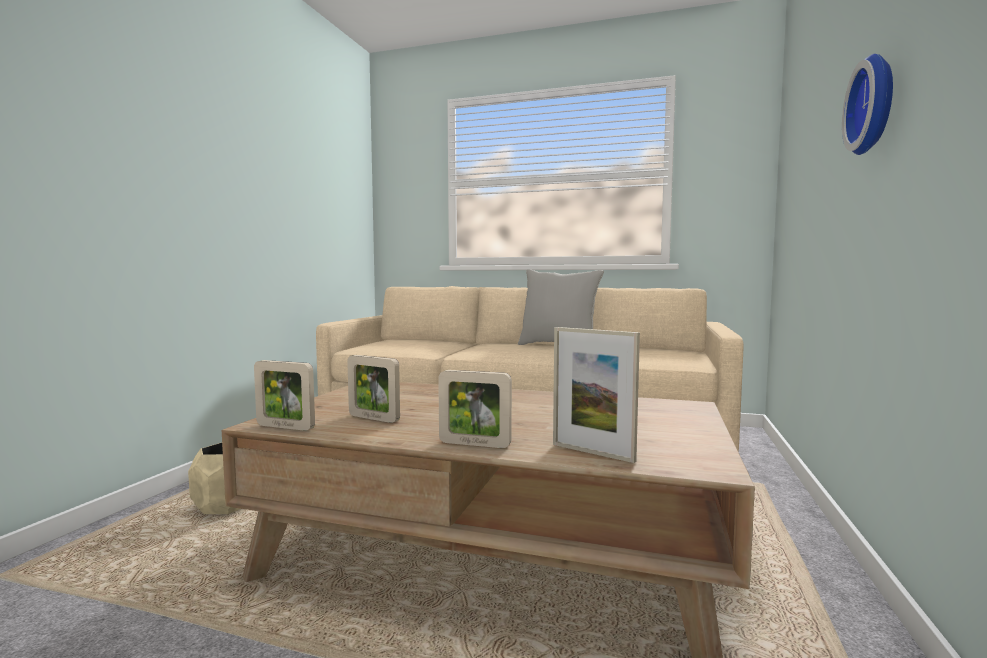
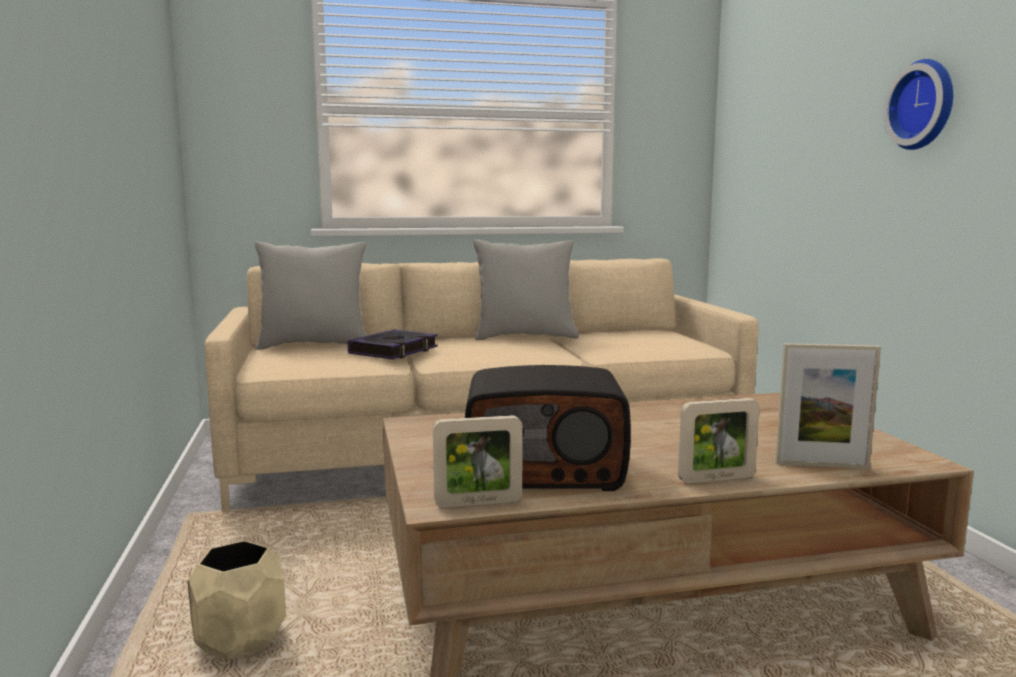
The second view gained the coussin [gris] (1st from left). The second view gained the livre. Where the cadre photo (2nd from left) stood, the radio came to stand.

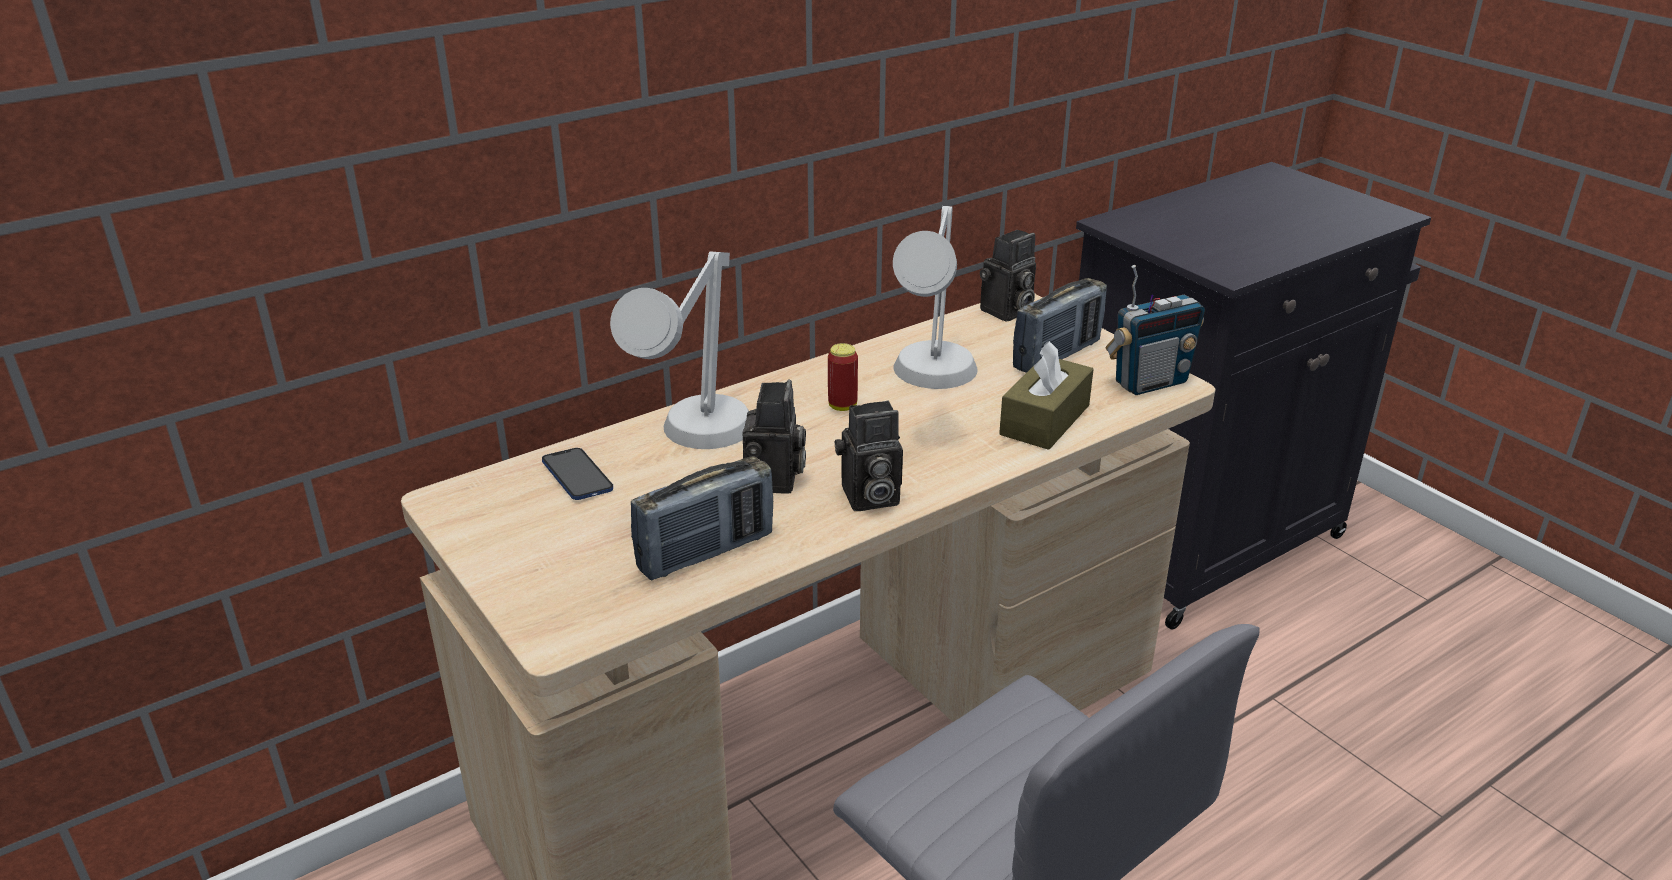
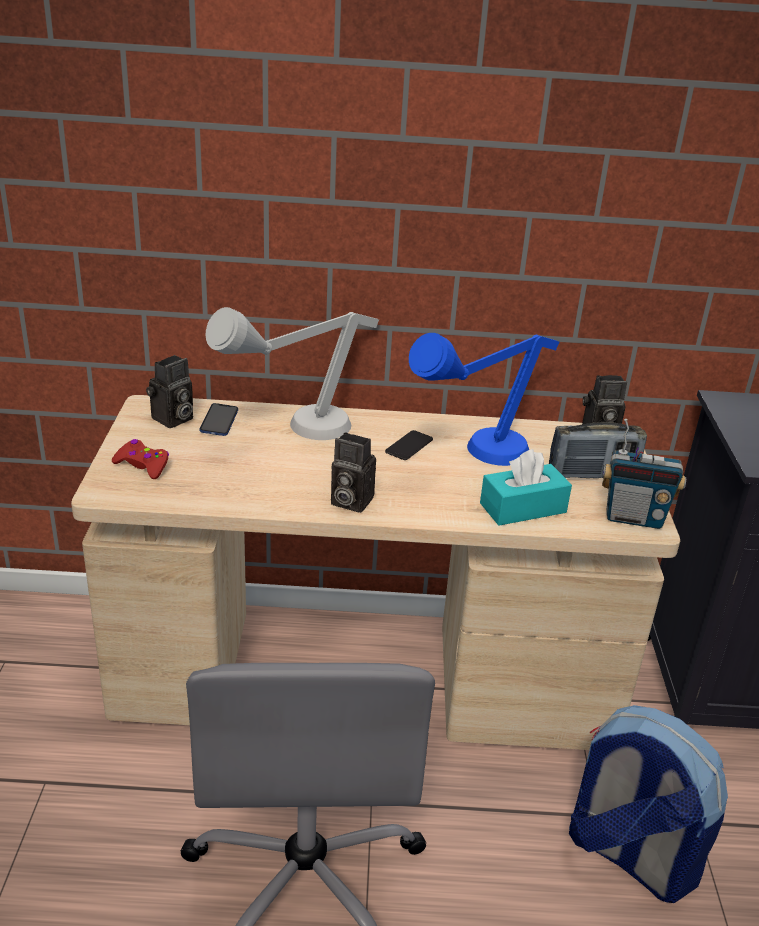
The second view gained the manette [rouge]. The appareil photo (1st from left) ended up elsewhere. Where the boîte métallique stood, the téléphone (2nd from left) came to stand. What was the lampe de table [gris] (2nd from left) turned into the lampe de table [bleu]. What was the boîte à mouchoirs [marron] turned into the boîte à mouchoirs [turquoise]. The second view gained the sac à dos. The second view lost the radio (1st from left).

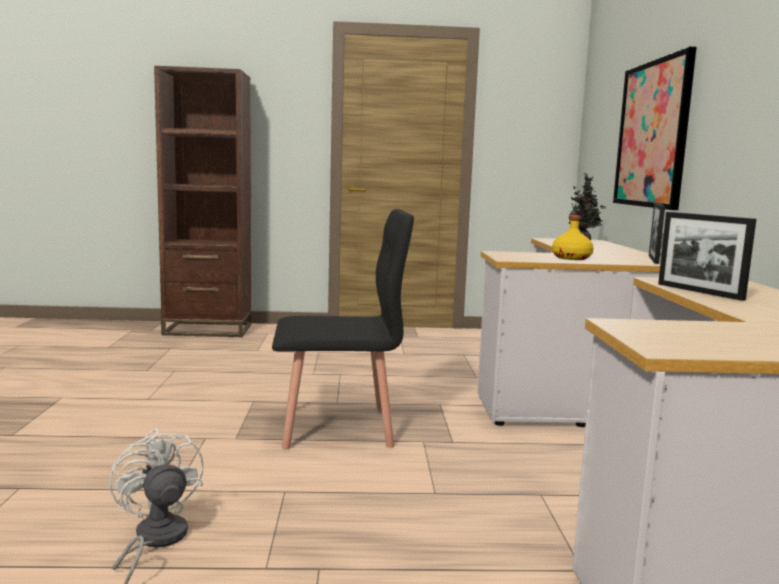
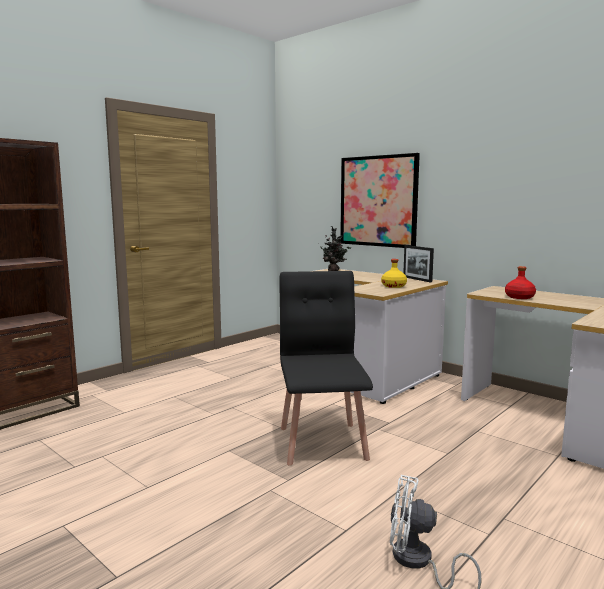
The chaise [noir] ended up facing another way, 45 degrees counterclockwise from before. Where the cadre photo (2nd from left) stood, the bouteille [rouge] came to stand.

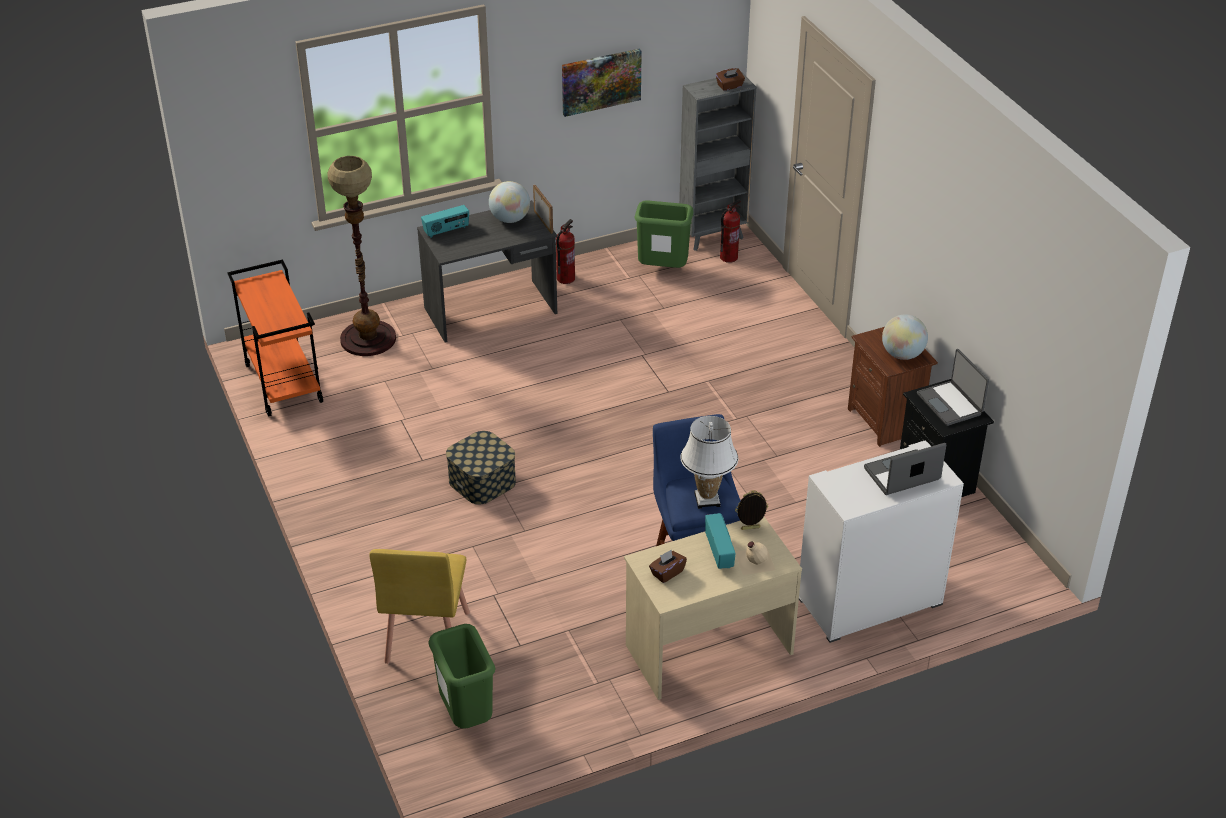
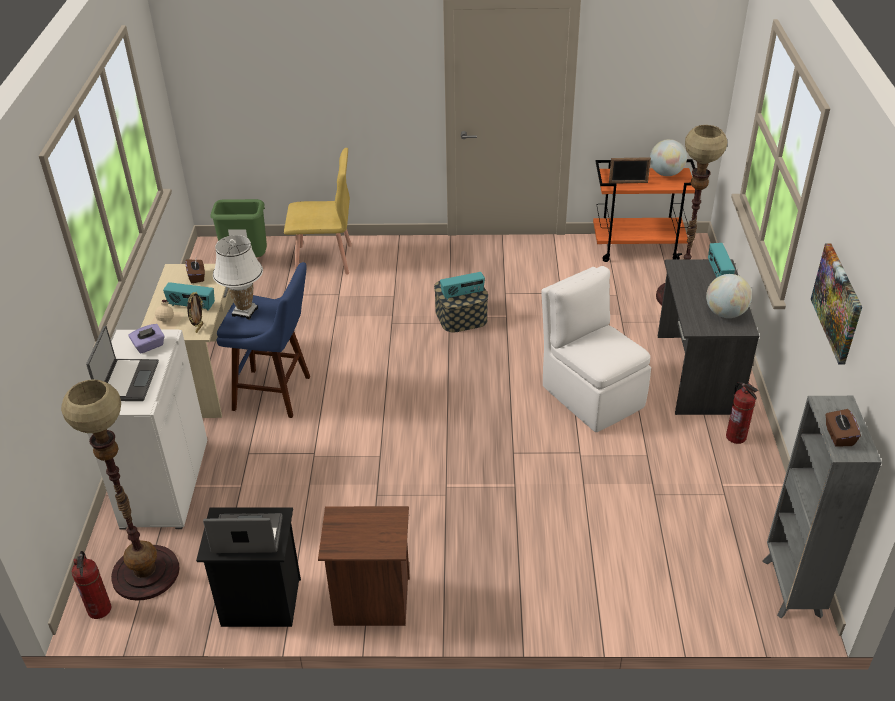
The second view gained the lampadaire (1st from left). The extincteur (2nd from left in the first image) ended up elsewhere. The second view gained the boîte à mouchoirs [violet]. The chaise [jaune] ended up facing another way, 150 degrees clockwise from before. The second view gained the radio (2nd from left). The second view gained the chaise [blanc]. The cadre photo (1st from left in the first image) ended up elsewhere. The globe (2nd from left in the first image) ended up elsewhere. The second view lost the poubelle [vert] (2nd from left).

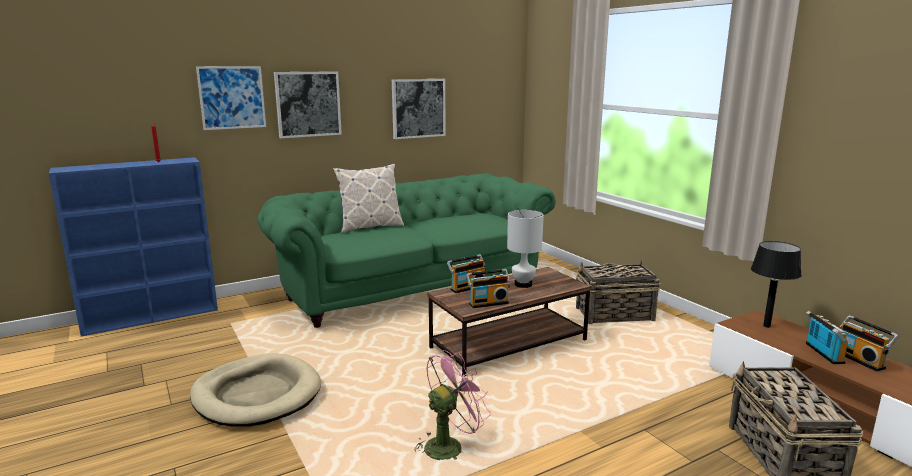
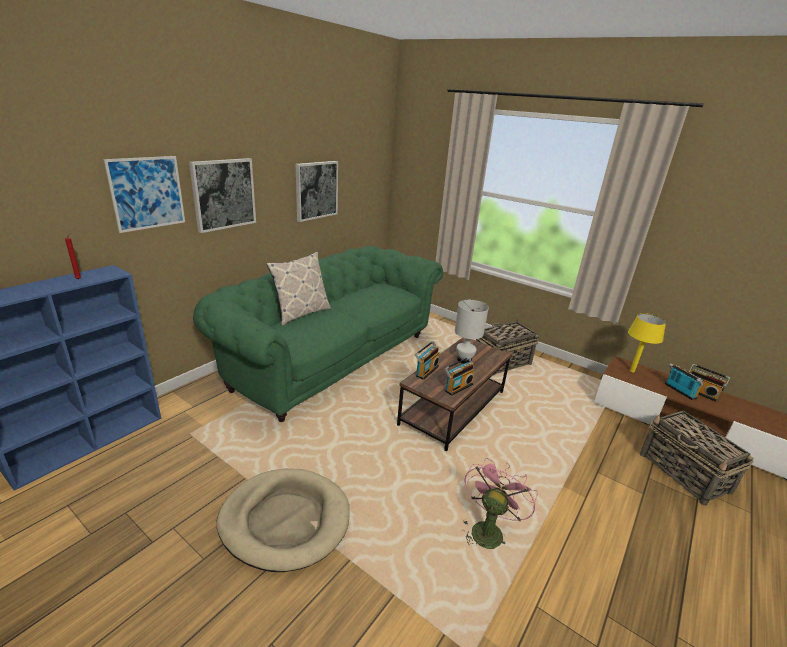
What was the lampe de table [noir] turned into the lampe de table [jaune].

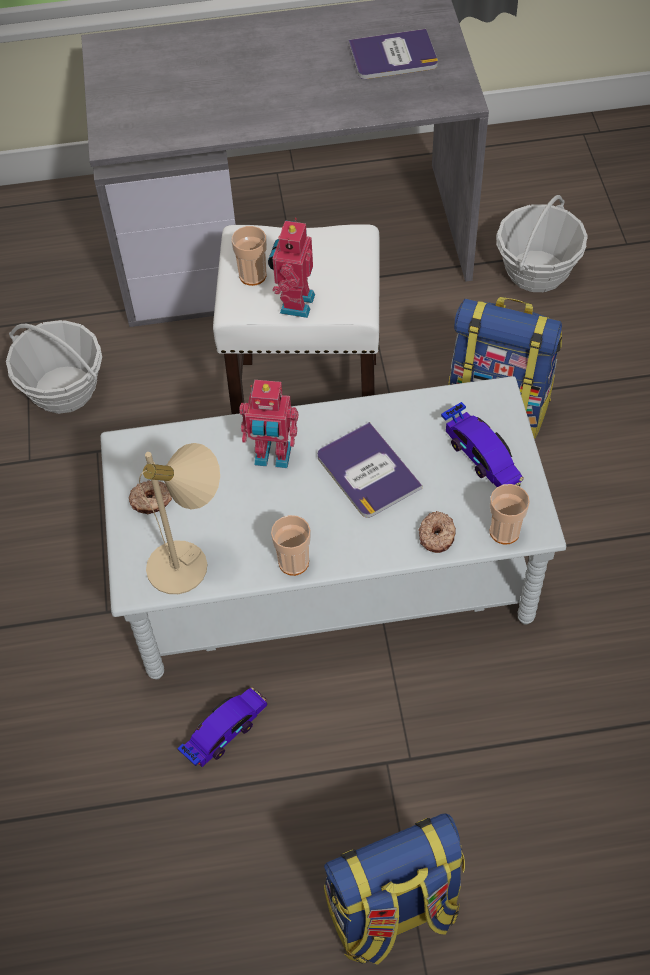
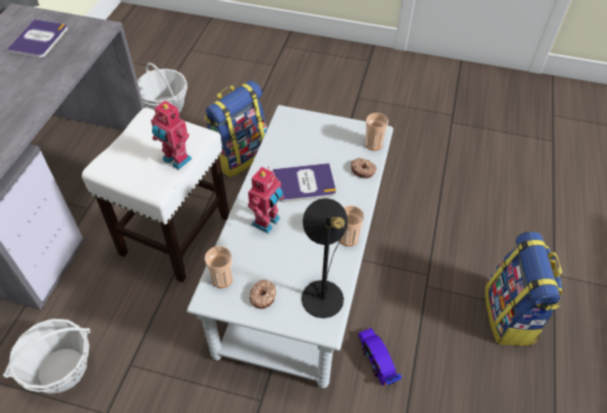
The tasse (1st from left) ended up elsewhere. What was the lampe de table [beige] turned into the lampe de table [noir]. The second view lost the petite voiture (2nd from left).

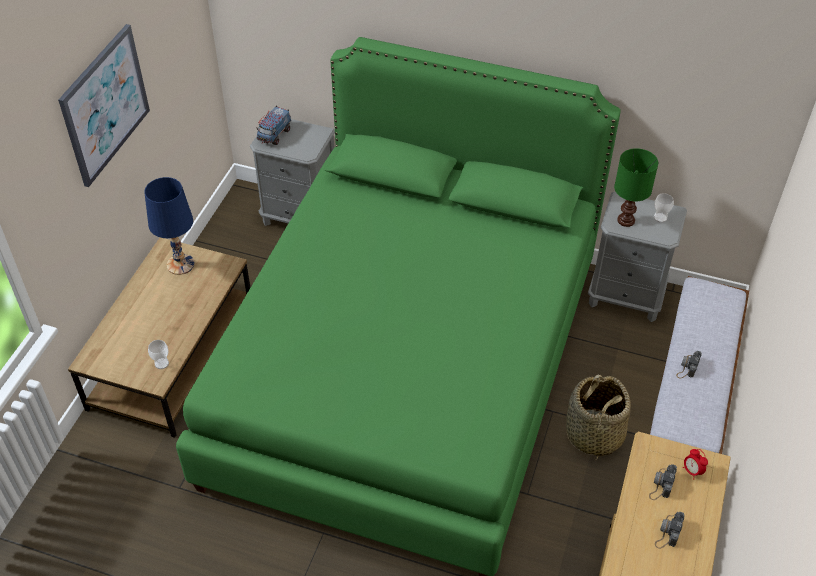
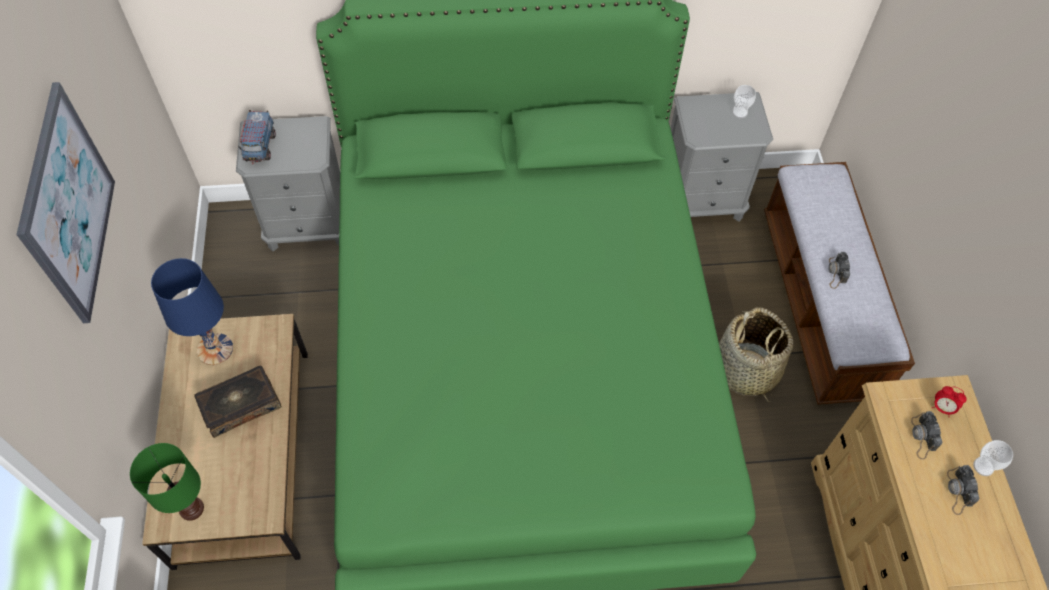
The lampe de table [vert] ended up elsewhere. The second view gained the livre. The tasse (1st from left in the first image) ended up elsewhere.

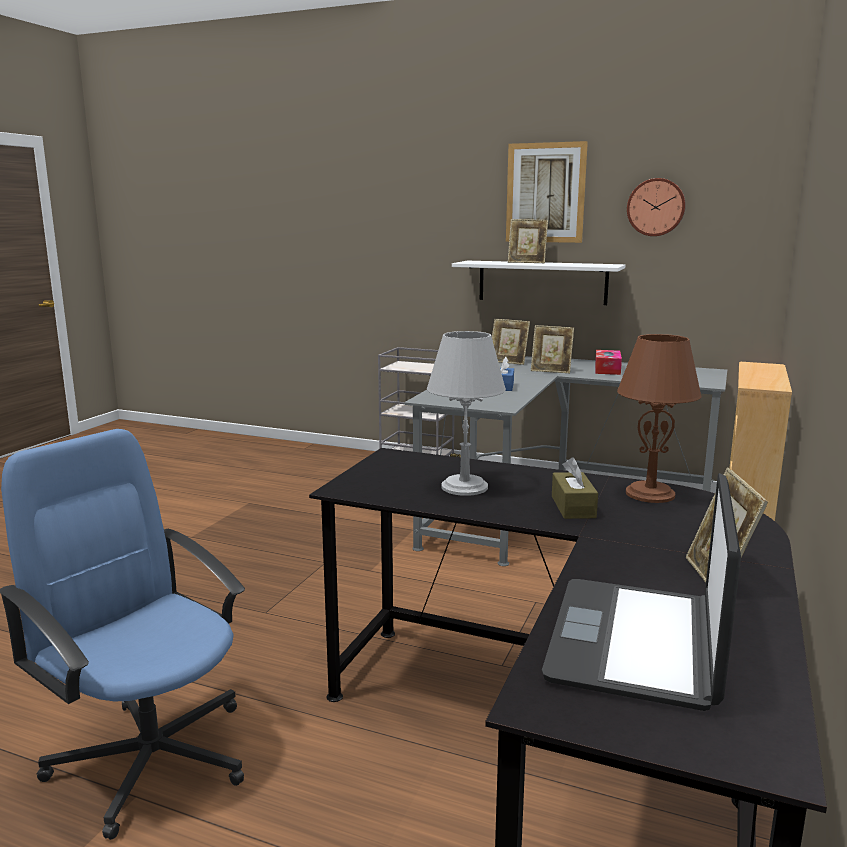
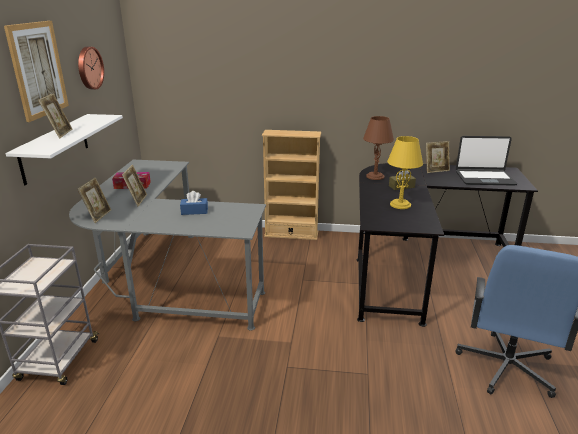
What was the lampe de table [gris] turned into the lampe de table [jaune].

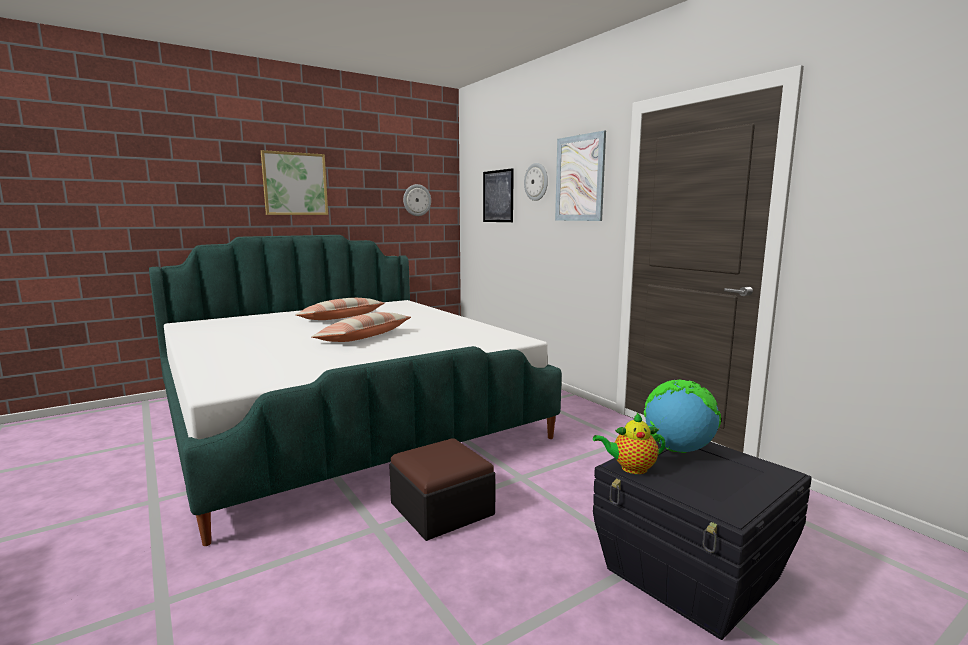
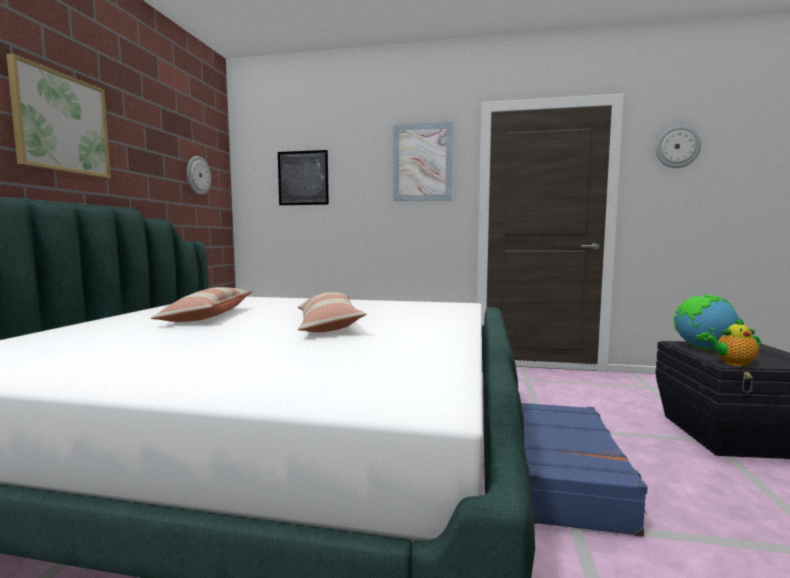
Where the pouf stood, the valise [bleu] came to stand. The horloge murale (2nd from left) ended up elsewhere. The théière ended up facing another way, 45 degrees clockwise from before.

